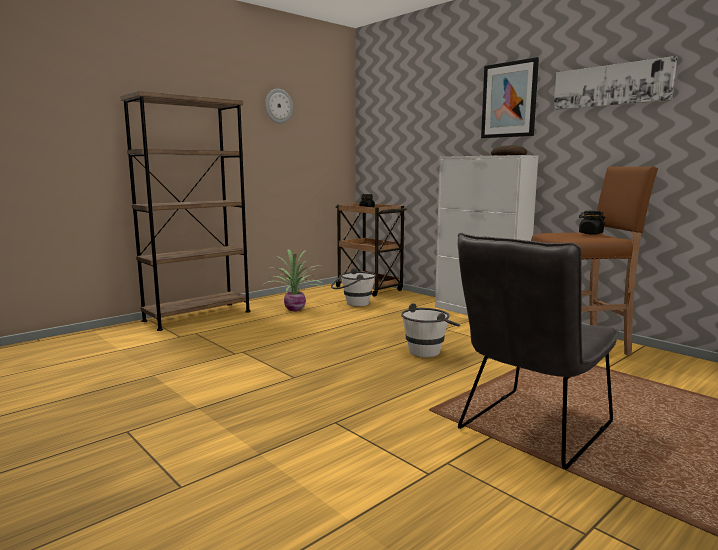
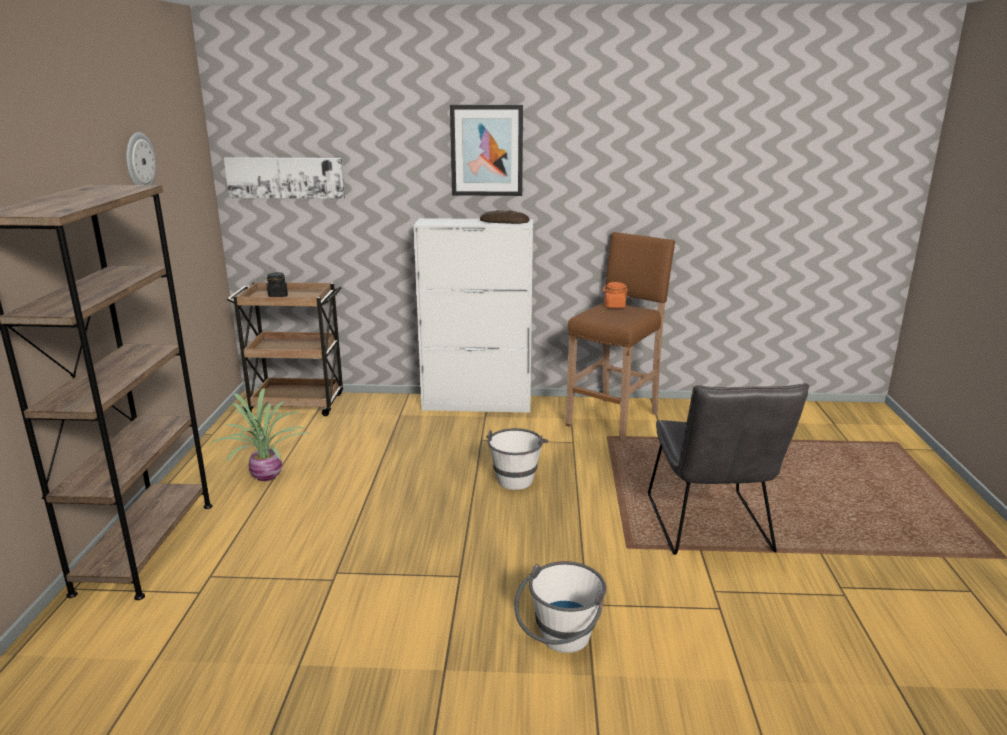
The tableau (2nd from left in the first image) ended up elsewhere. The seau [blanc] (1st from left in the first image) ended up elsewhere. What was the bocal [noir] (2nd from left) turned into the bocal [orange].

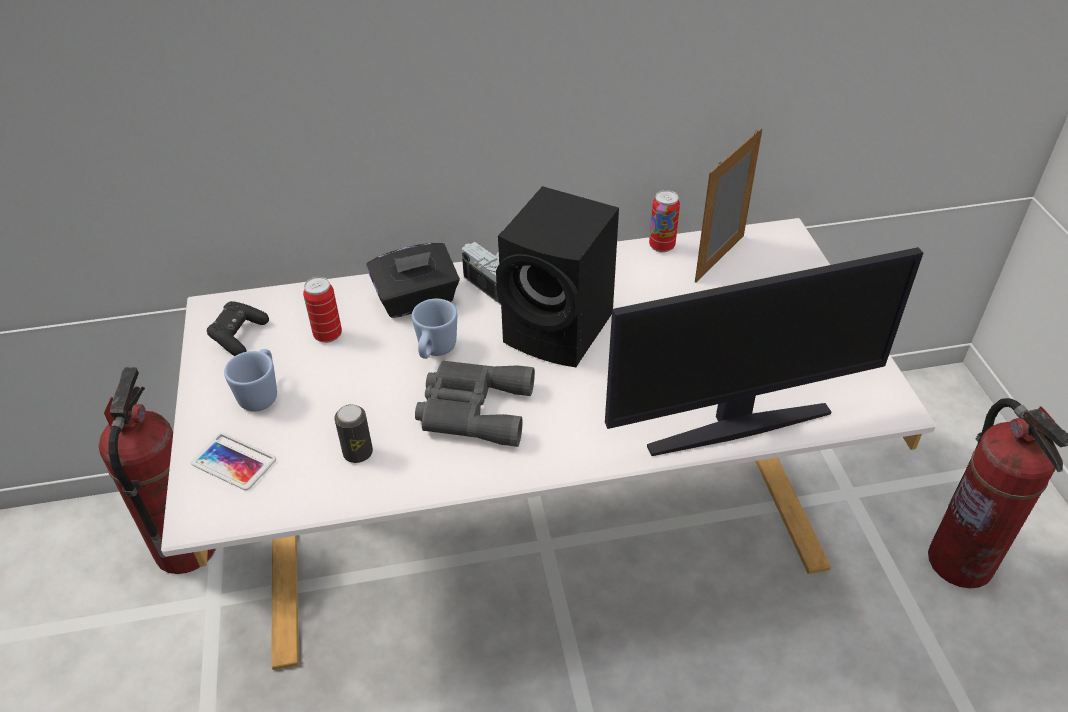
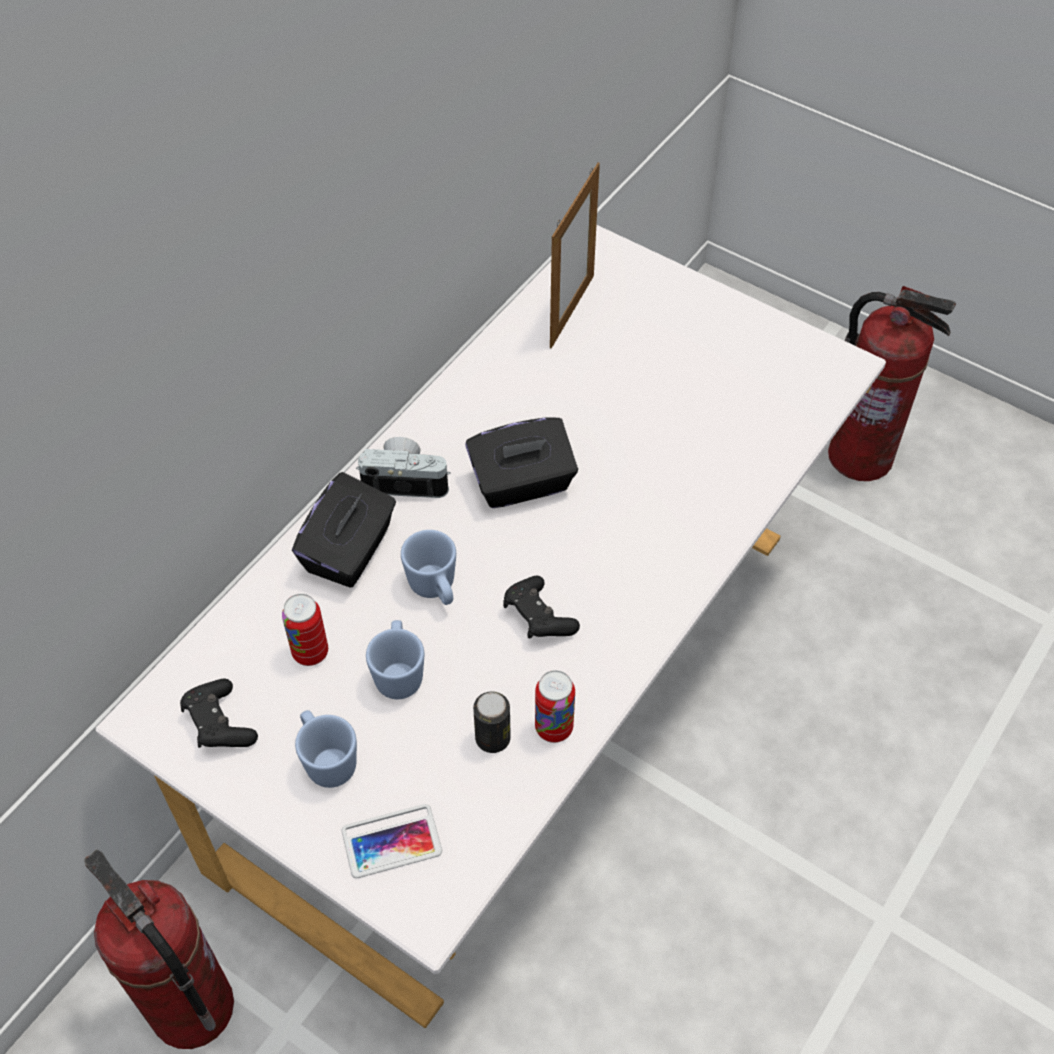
The second view gained the mug [bleu] (2nd from left). Where the enceinte [noir] stood, the boîte à mouchoirs [noir] (2nd from left) came to stand. Where the jumelles [gris] stood, the manette [noir] (2nd from left) came to stand. The boîte métallique (3rd from left) ended up elsewhere. The cadre photo ended up facing another way, 150 degrees counterclockwise from before. The second view lost the écran d'ordinateur.

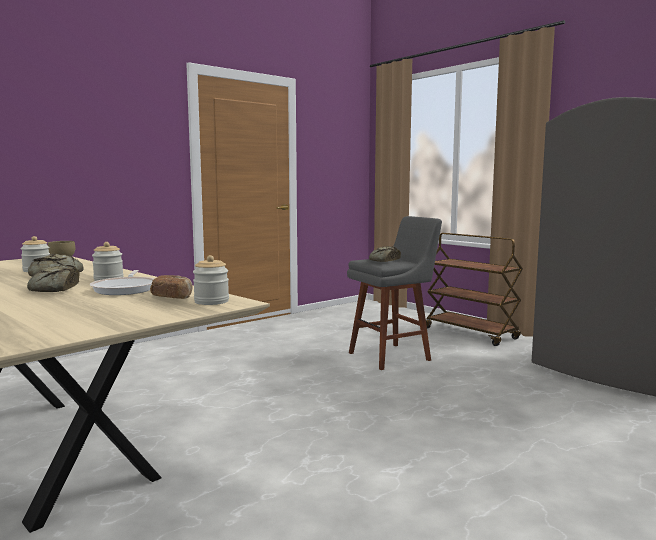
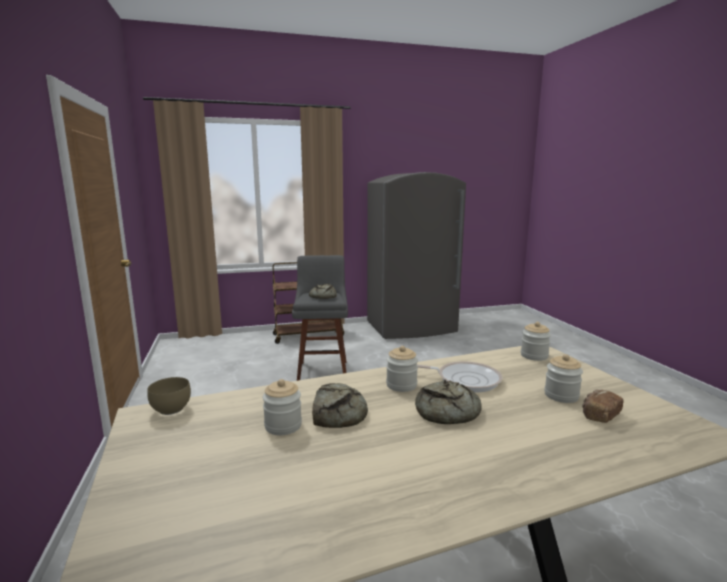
The second view gained the bocal (4th from left). The pain (3rd from left in the first image) ended up elsewhere.

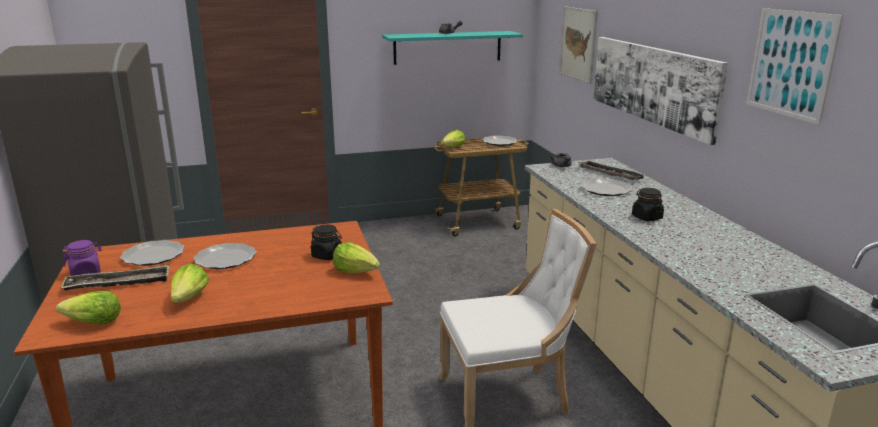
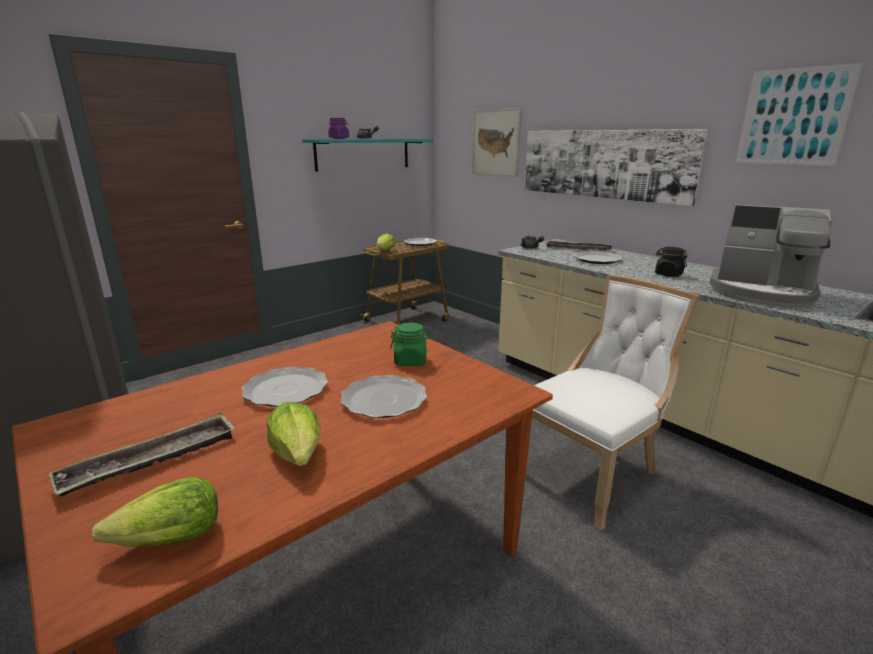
The bocal [violet] ended up elsewhere. The assiette (1st from left in the first image) ended up elsewhere. What was the bocal [noir] (1st from left) turned into the bocal [vert]. The second view gained the machine à café. The second view lost the laitue (3rd from left).

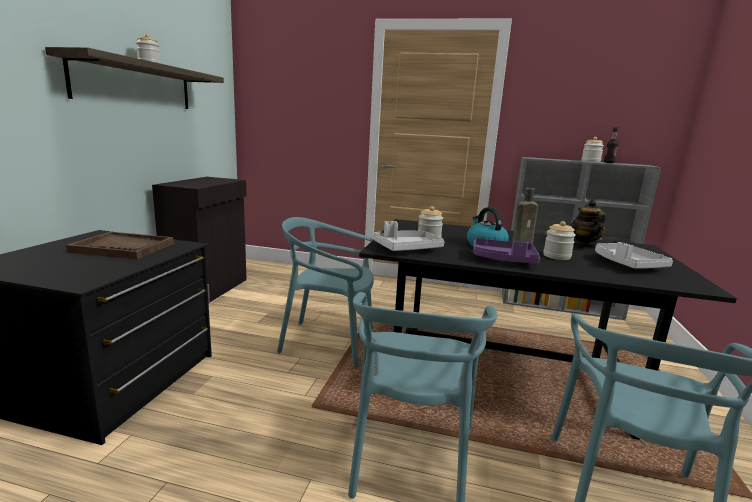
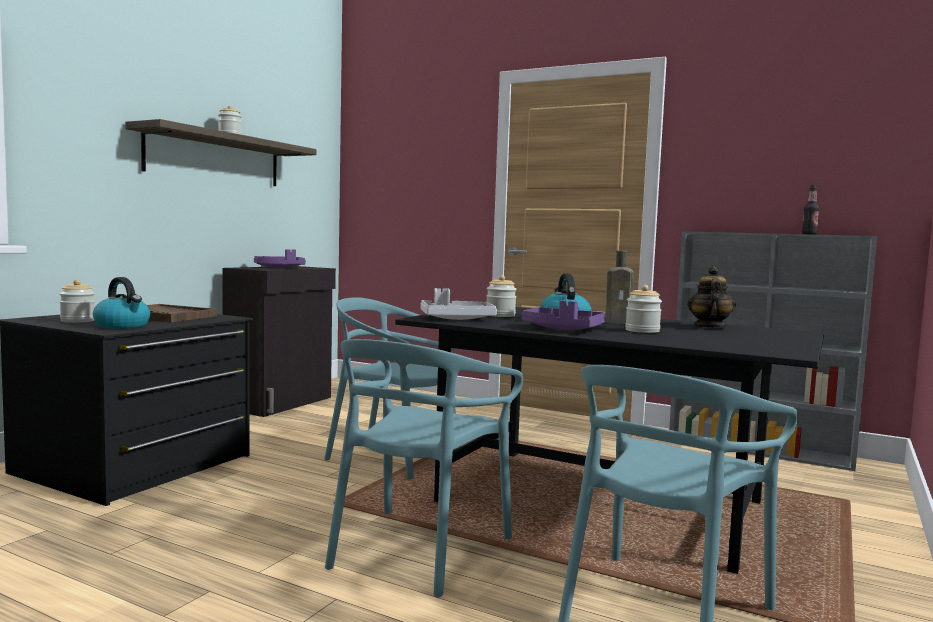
The bocal (4th from left in the first image) ended up elsewhere. The second view gained the bouilloire (1st from left). The second view gained the plateau [violet] (1st from left). The second view lost the plateau [gris] (2nd from left).

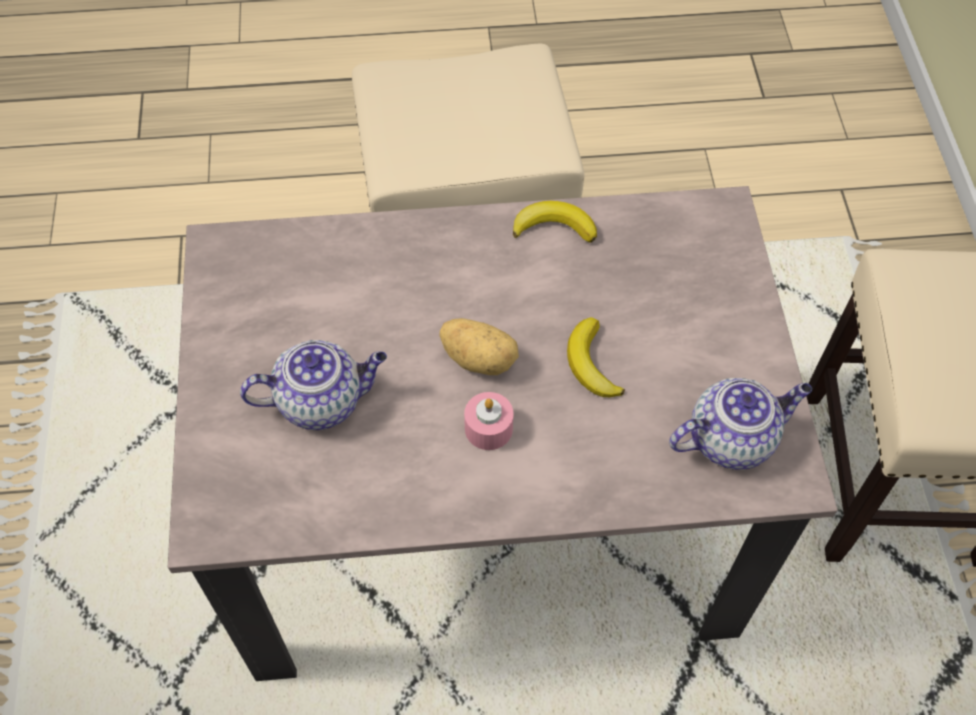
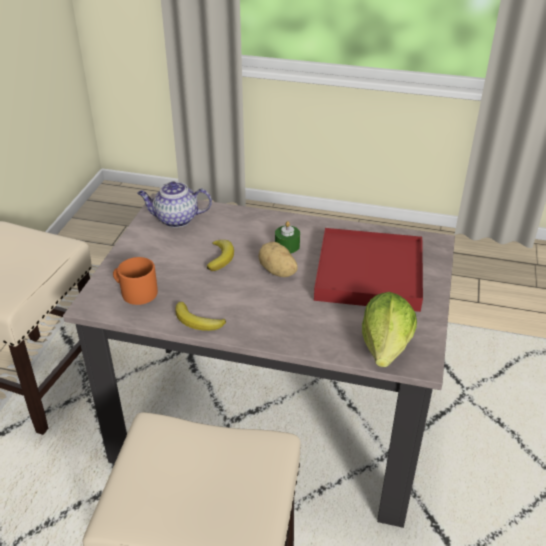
The second view gained the mug [orange]. What was the bougie [rose] turned into the bougie [vert]. Where the théière (1st from left) stood, the plateau [rouge] came to stand. The second view gained the laitue.

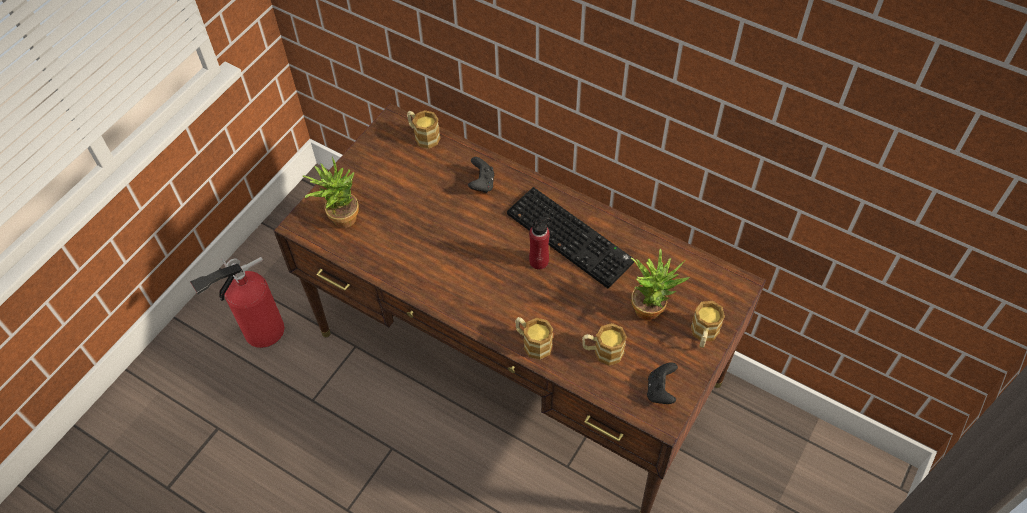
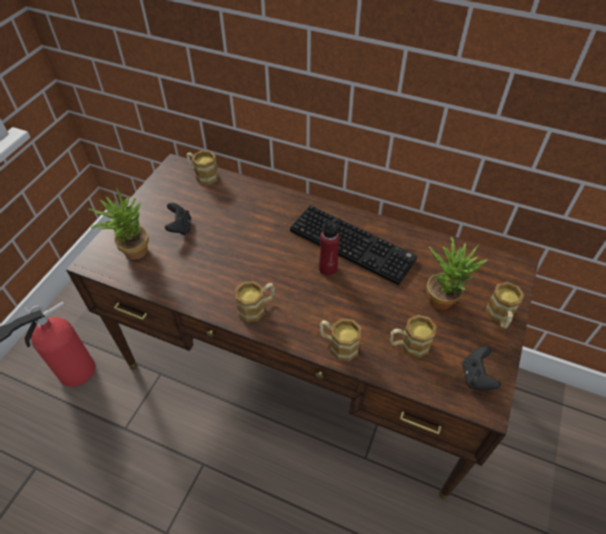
The manette [noir] (1st from left) ended up elsewhere. The second view gained the mug (2nd from left).

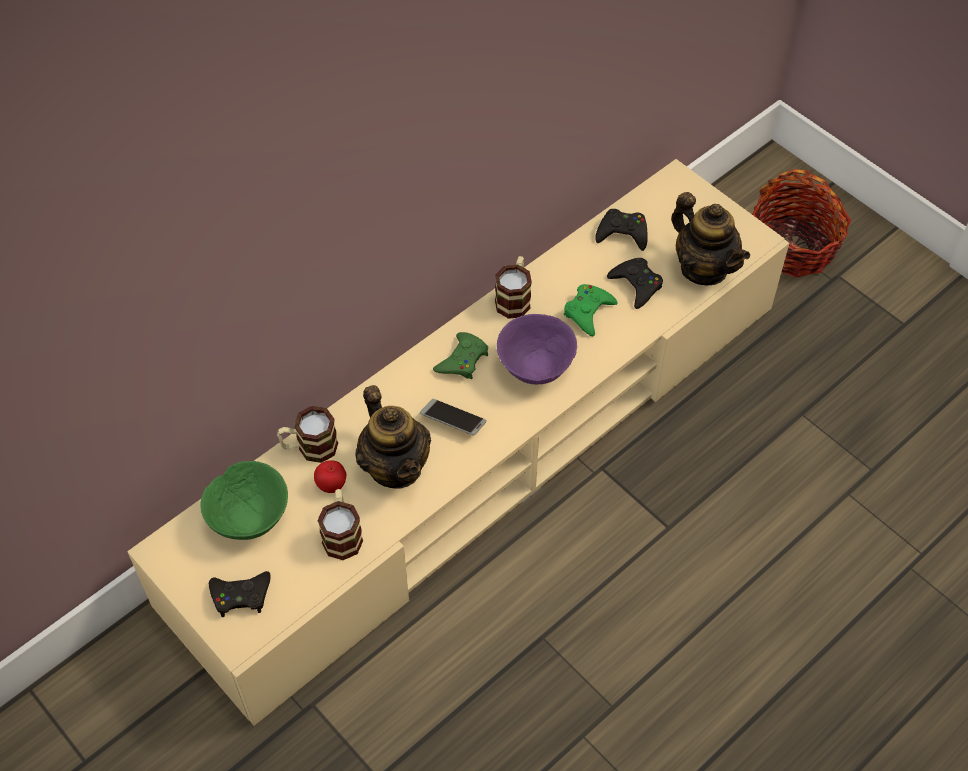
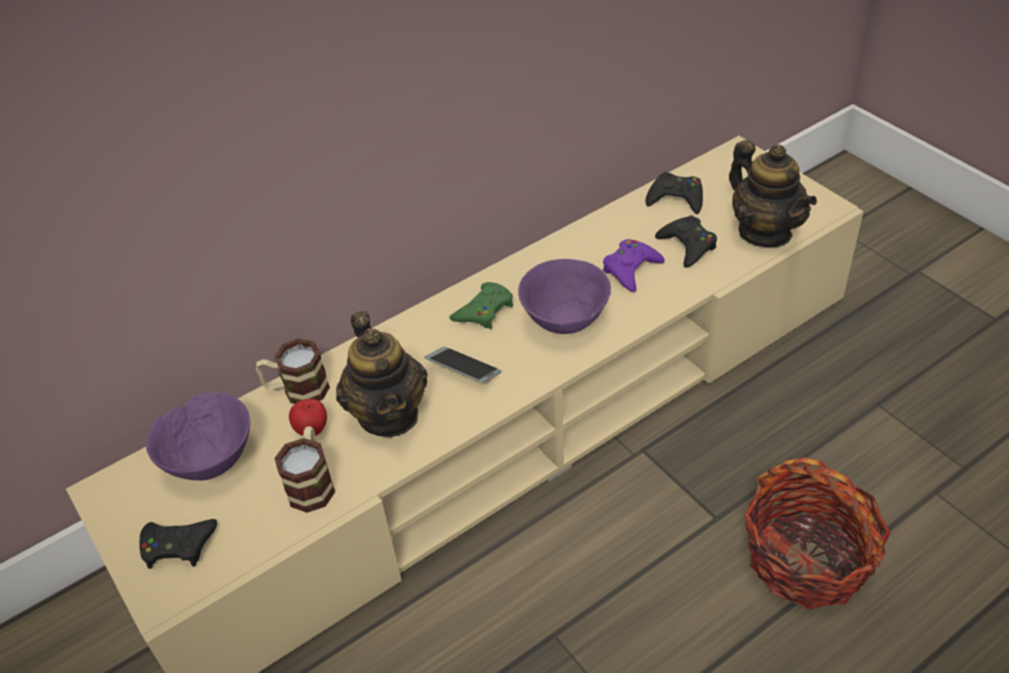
What was the bol [vert] turned into the bol [violet] (1st from left). What was the manette [vert] (2nd from left) turned into the manette [violet]. The panier ended up elsewhere. The second view lost the mug (3rd from left).

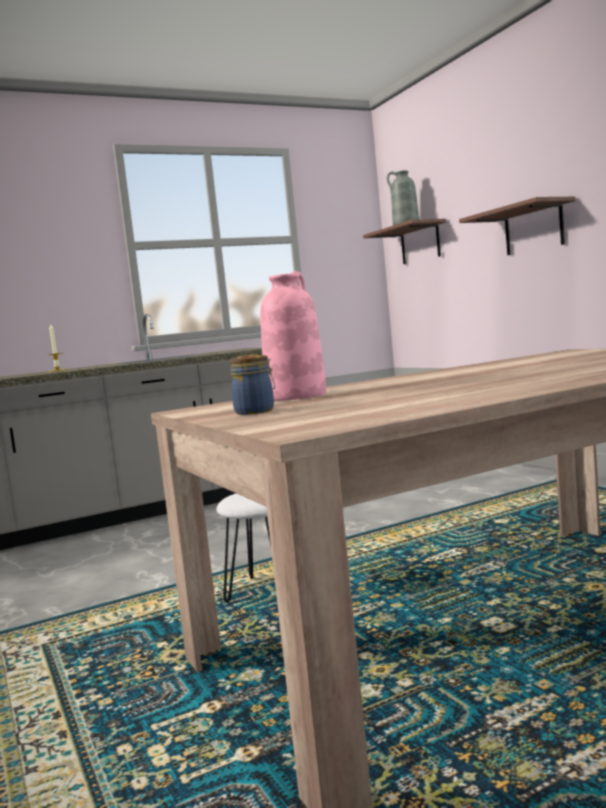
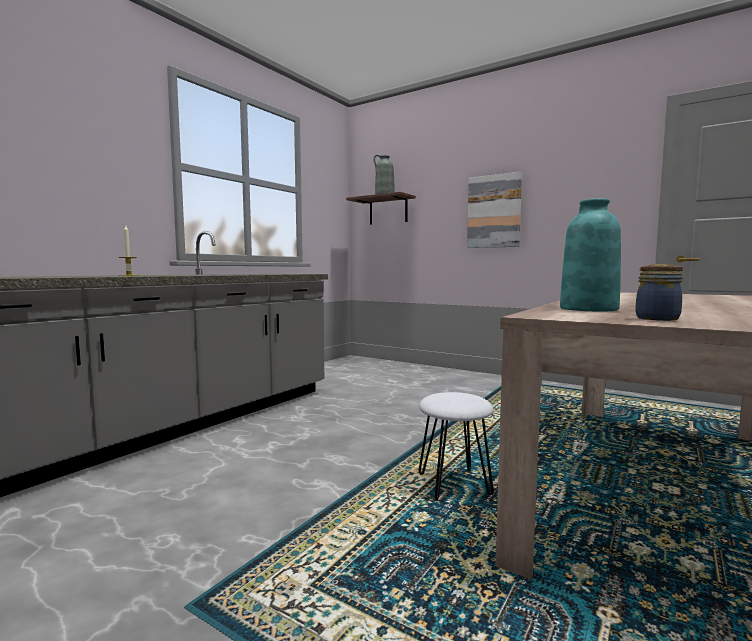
Where the étagère (2nd from left) hung, the tableau came to hang. What was the vase [rose] turned into the vase [turquoise].

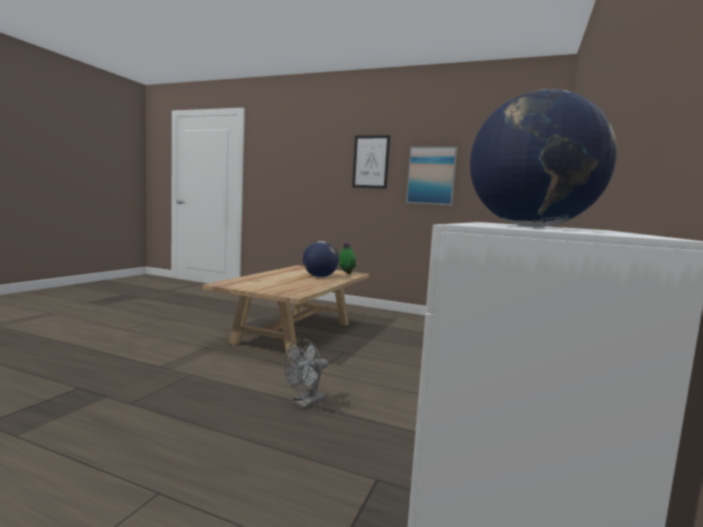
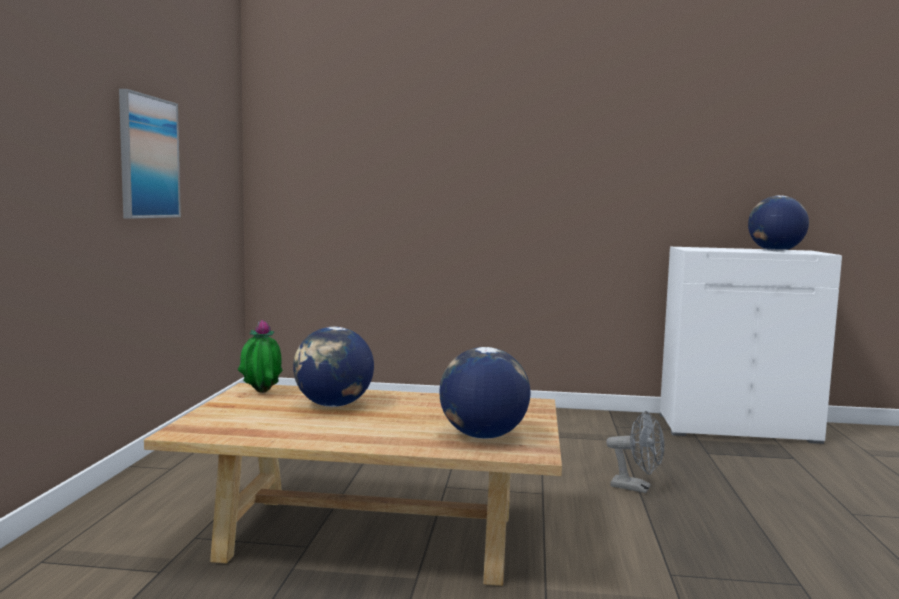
The second view gained the globe (2nd from left). The second view lost the tableau (1st from left).

